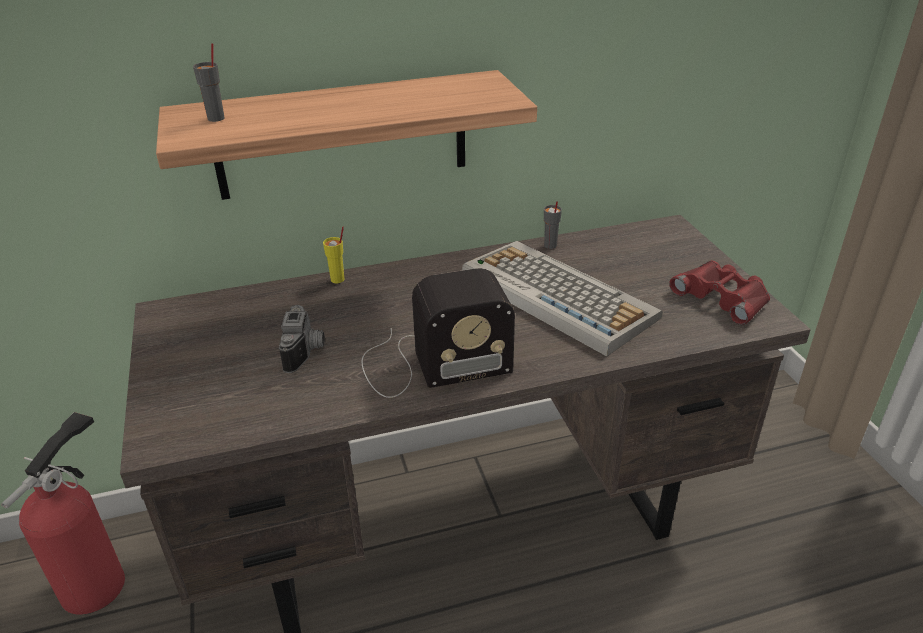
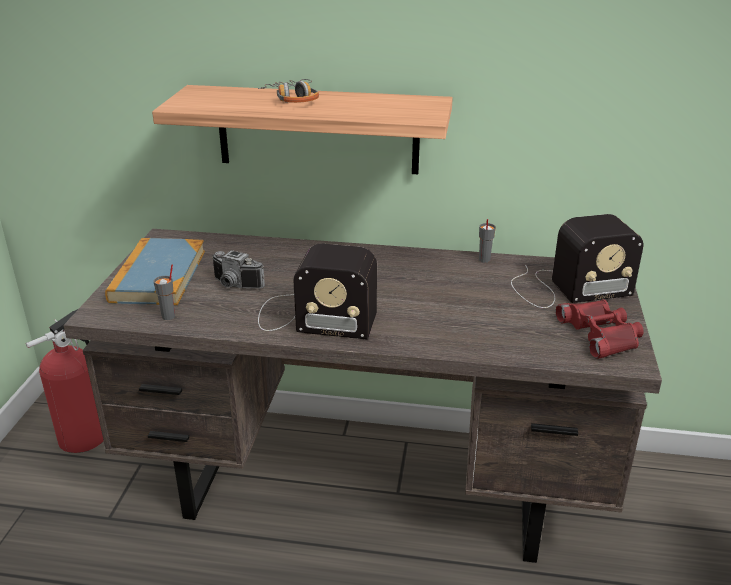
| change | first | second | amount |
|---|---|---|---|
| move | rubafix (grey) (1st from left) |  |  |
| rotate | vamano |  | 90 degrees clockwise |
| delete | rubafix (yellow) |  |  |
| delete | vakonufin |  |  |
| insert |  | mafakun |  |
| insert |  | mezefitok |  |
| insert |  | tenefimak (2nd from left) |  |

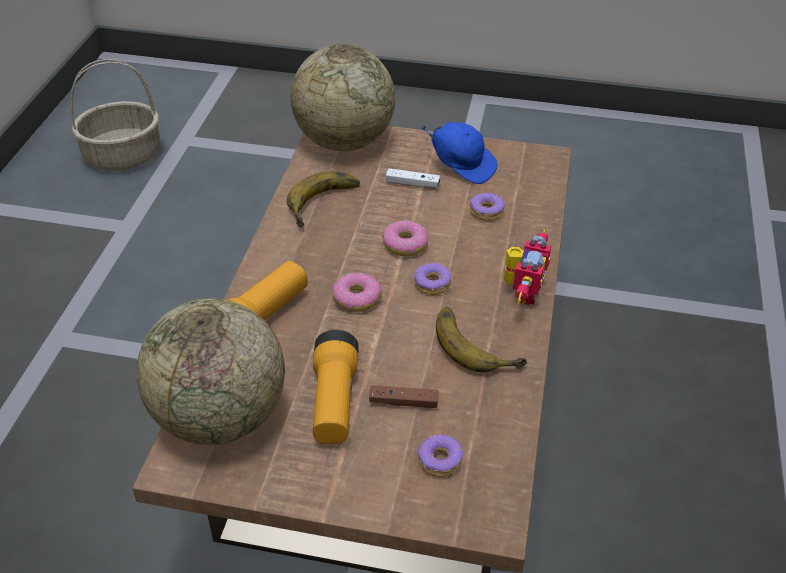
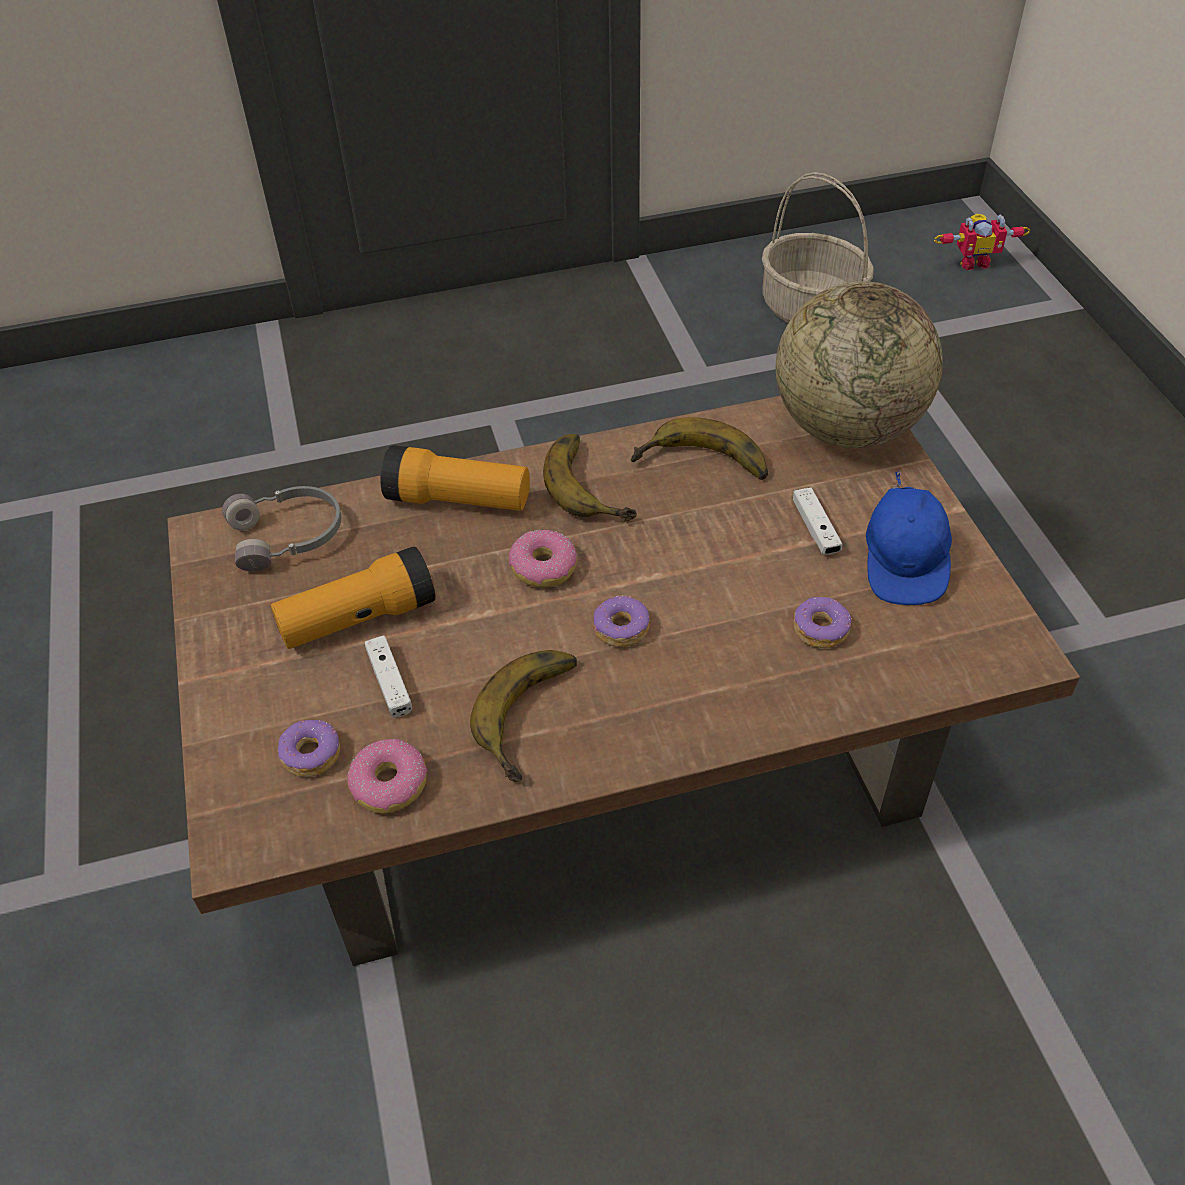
| change | first | second | amount |
|---|---|---|---|
| replace | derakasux (1st from left) | mezefitok (grey) |  |
| recolor | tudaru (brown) | tudaru (white) (1st from left) |  |
| move | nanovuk (2nd from left) |  |  |
| move | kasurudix |  |  |
| insert |  | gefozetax (2nd from left) |  |

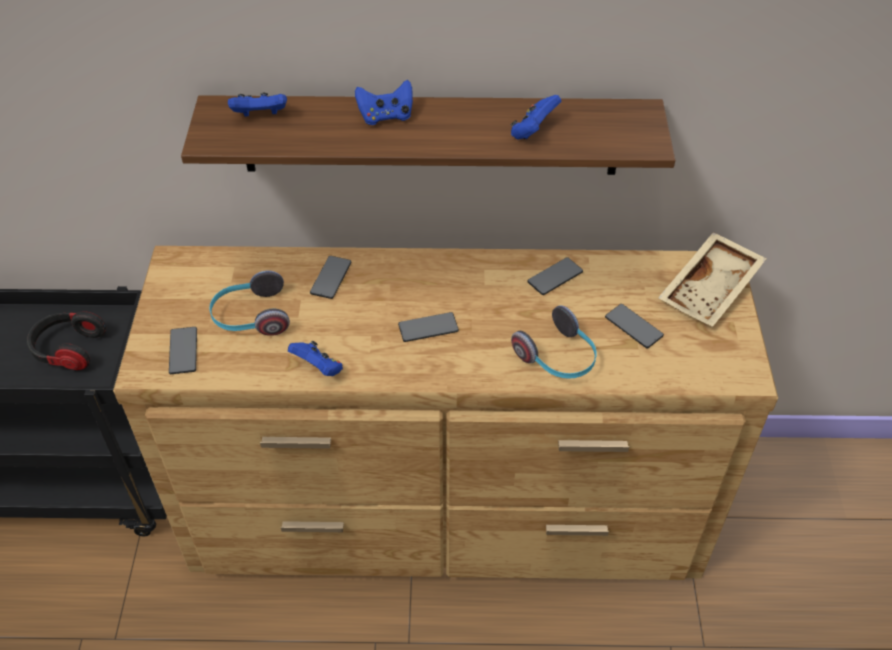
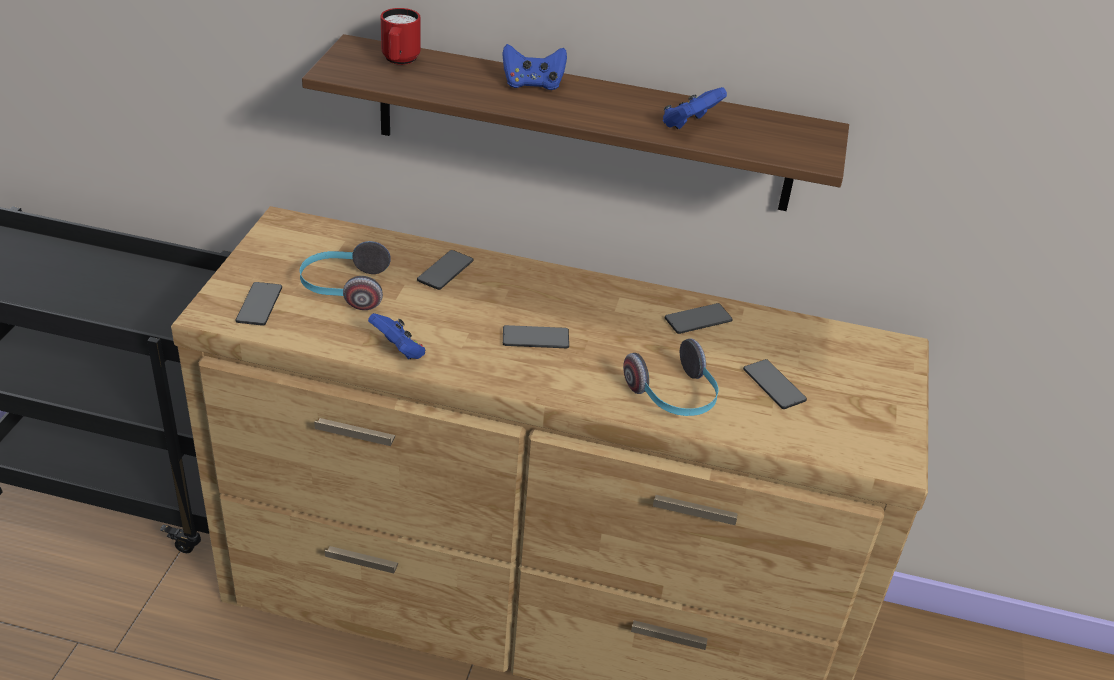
| change | first | second | amount |
|---|---|---|---|
| delete | mezefitok (1st from left) |  |  |
| replace | tudaru (blue) (1st from left) | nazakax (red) |  |
| delete | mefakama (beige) |  |  |

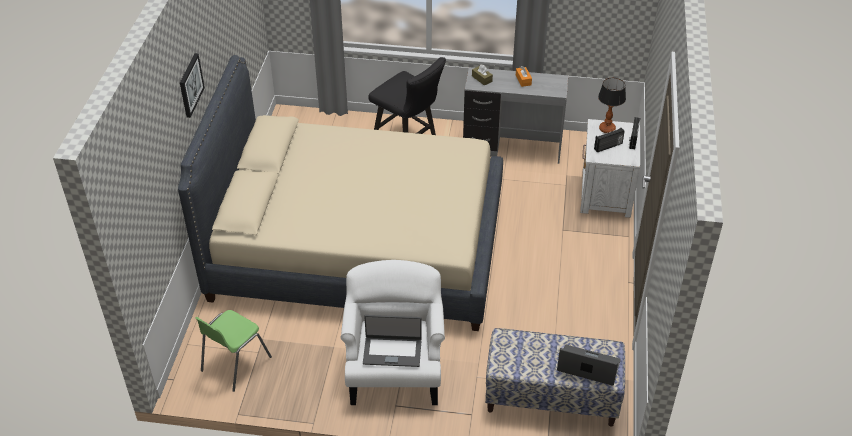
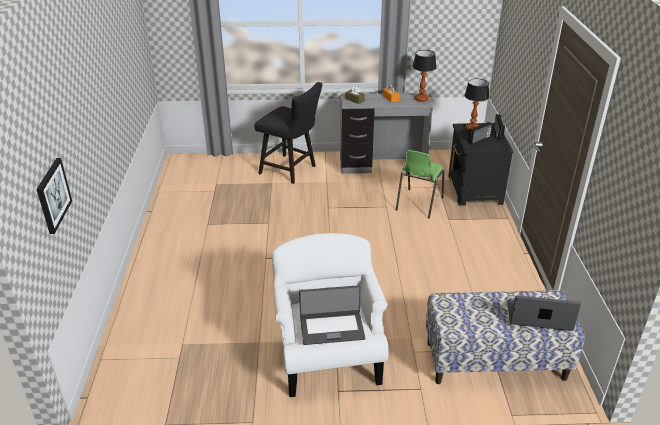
| change | first | second | amount |
|---|---|---|---|
| delete | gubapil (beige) |  |  |
| move | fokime |  |  |
| move | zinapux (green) |  |  |
| recolor | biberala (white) | biberala (black) |  |
| insert |  | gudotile (1st from left) |  |

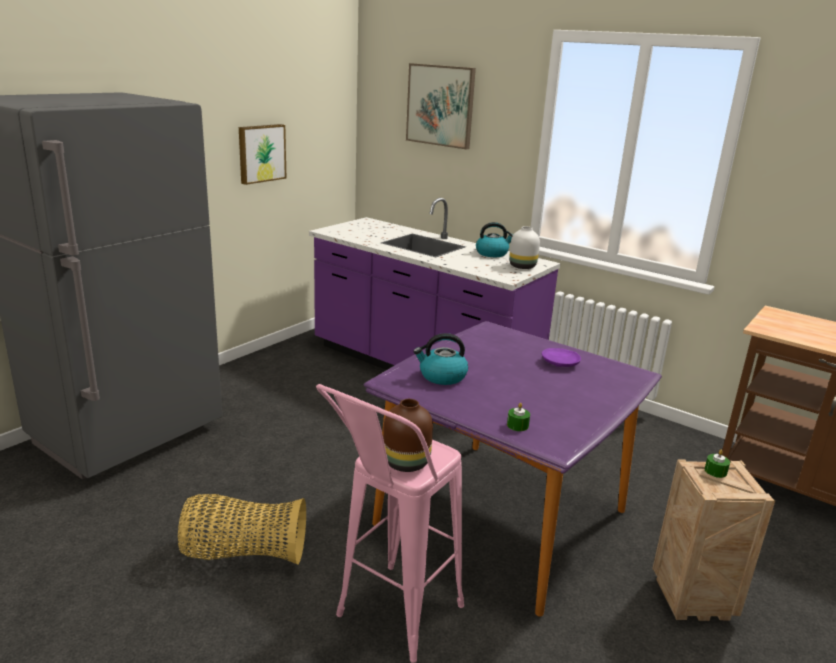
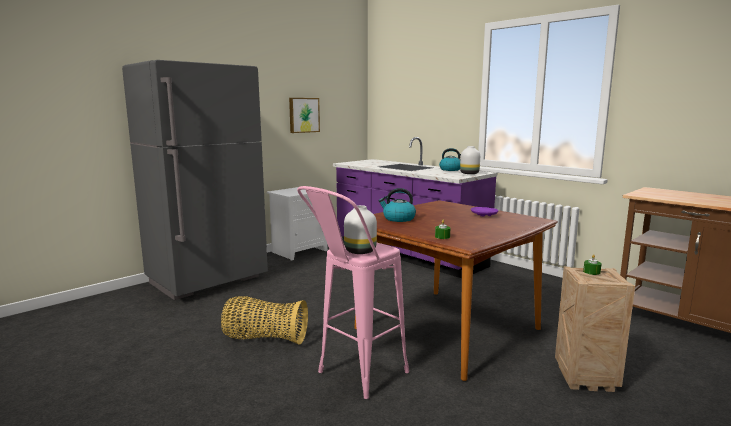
| change | first | second | amount |
|---|---|---|---|
| recolor | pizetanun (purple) | pizetanun (brown) |  |
| recolor | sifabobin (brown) | sifabobin (white) (1st from left) |  |
| delete | fokime (2nd from left) |  |  |
| insert |  | biberala (white) |  |

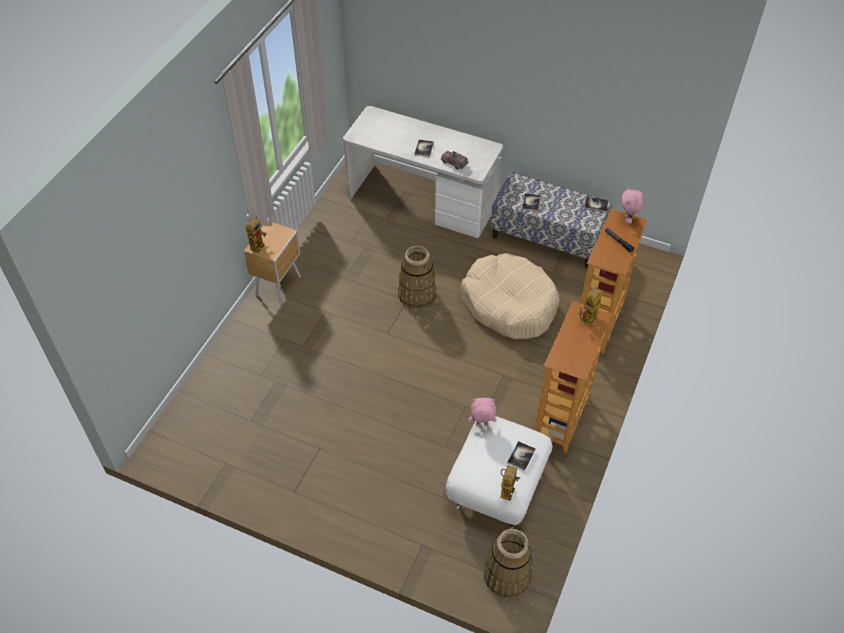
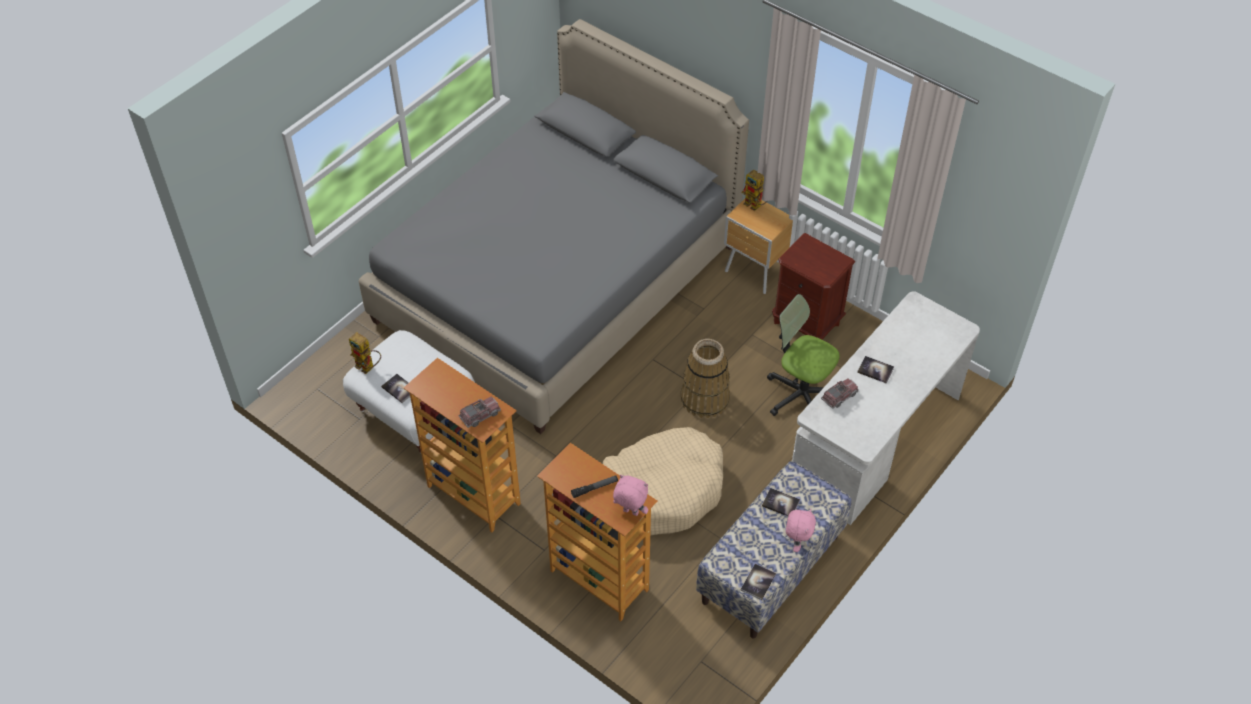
| change | first | second | amount |
|---|---|---|---|
| move | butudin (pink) (1st from left in the first image) | butudin (pink) (2nd from left) |  |
| delete | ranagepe (2nd from left) |  |  |
| replace | kasurudix (3rd from left) | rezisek (1st from left) |  |
| insert |  | gubapil (grey) |  |
| insert |  | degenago |  |
| insert |  | biberala (brown) (2nd from left) |  |

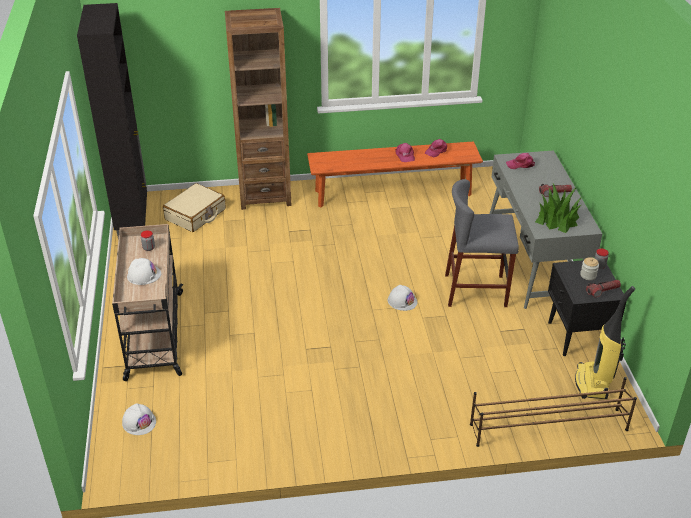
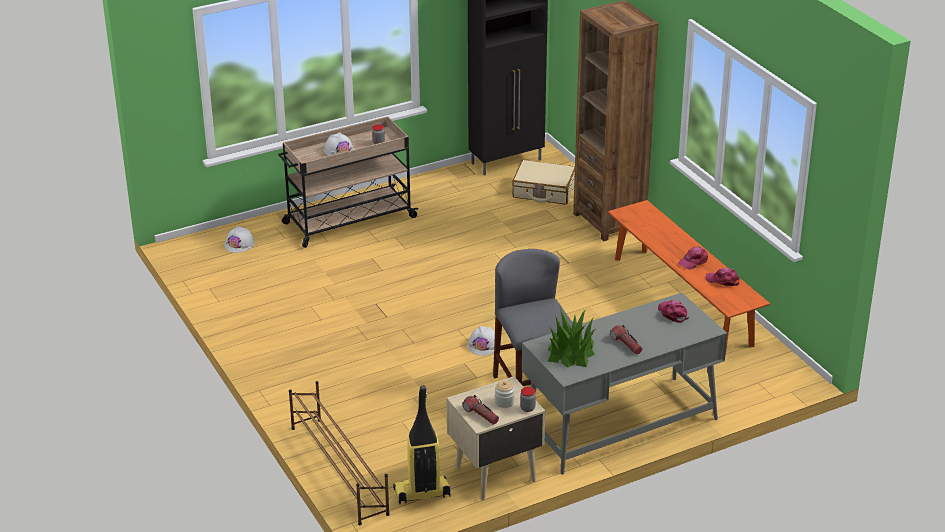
| change | first | second | amount |
|---|---|---|---|
| recolor | biberala (black) | biberala (beige) |  |

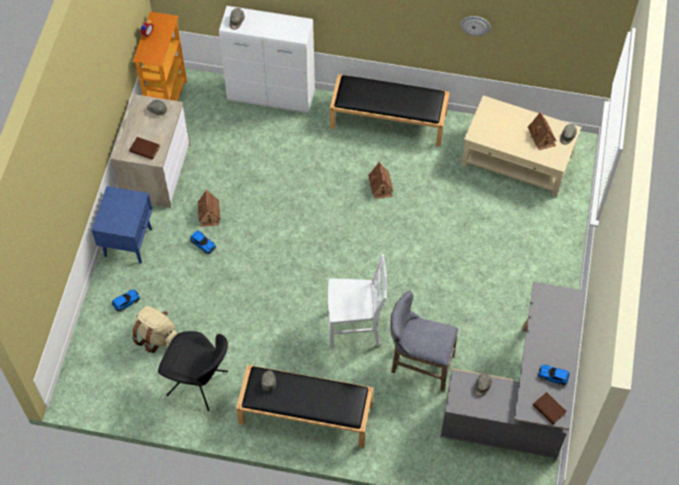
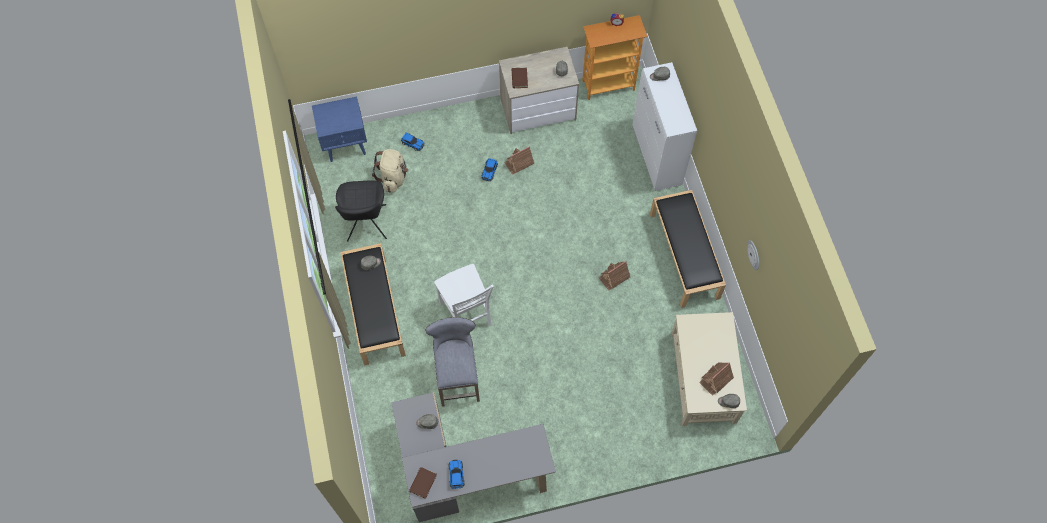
| change | first | second | amount |
|---|---|---|---|
| move | biberala (blue) |  |  |

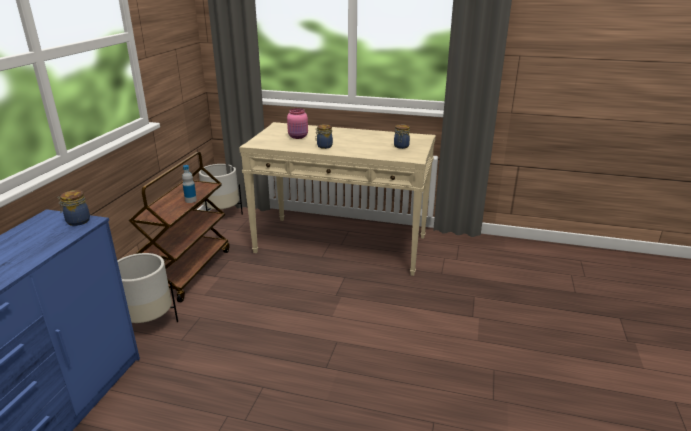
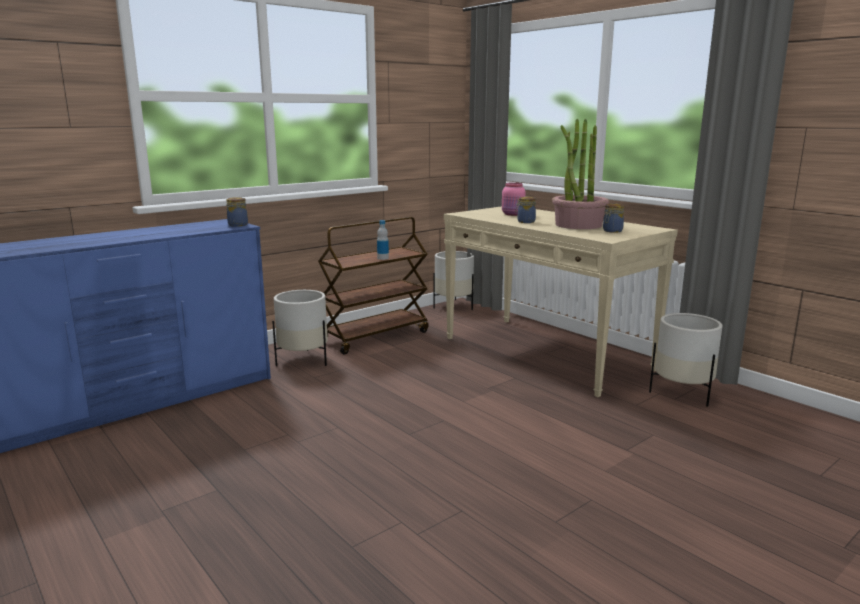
| change | first | second | amount |
|---|---|---|---|
| insert |  | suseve |  |
| insert |  | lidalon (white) (3rd from left) |  |

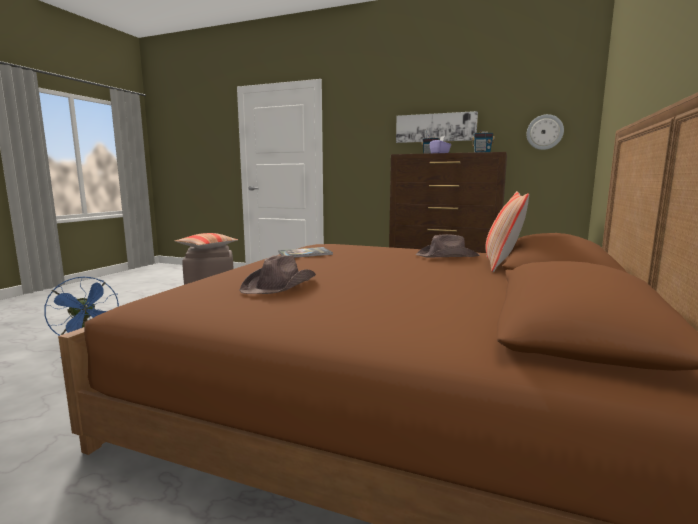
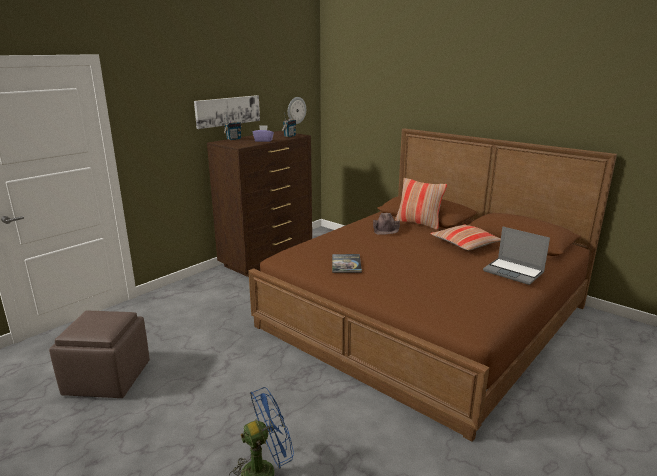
| change | first | second | amount |
|---|---|---|---|
| move | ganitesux (1st from left in the first image) | ganitesux (2nd from left) |  |
| delete | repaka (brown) (1st from left) |  |  |
| insert |  | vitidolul |  |

